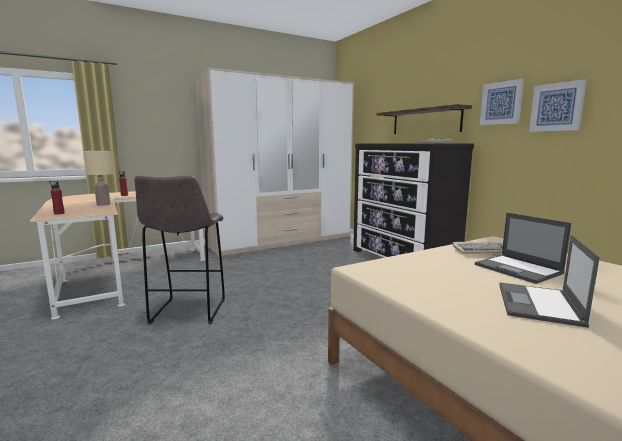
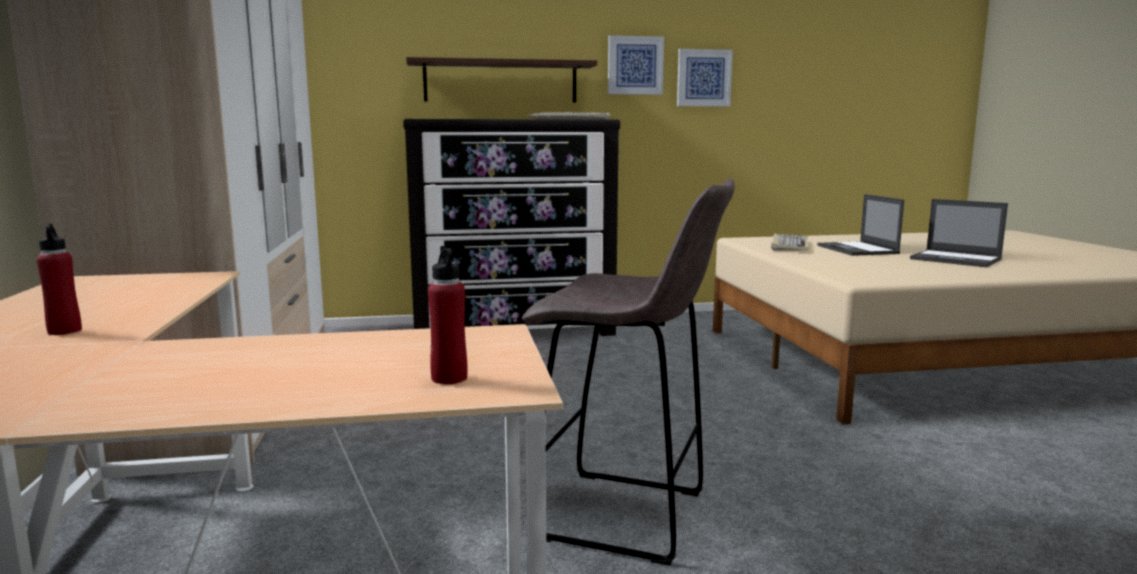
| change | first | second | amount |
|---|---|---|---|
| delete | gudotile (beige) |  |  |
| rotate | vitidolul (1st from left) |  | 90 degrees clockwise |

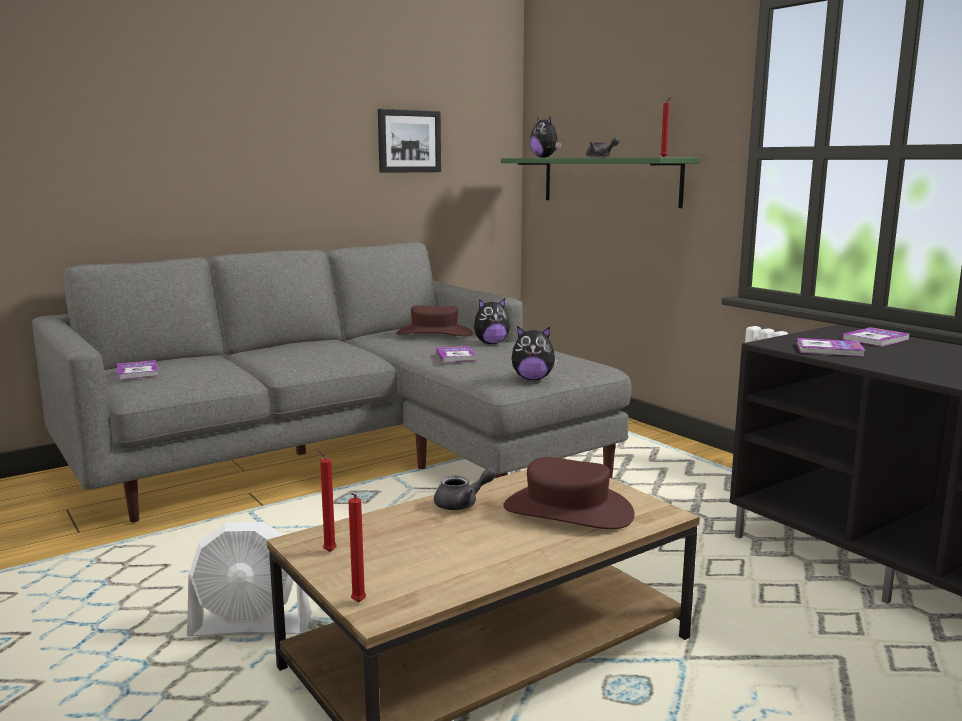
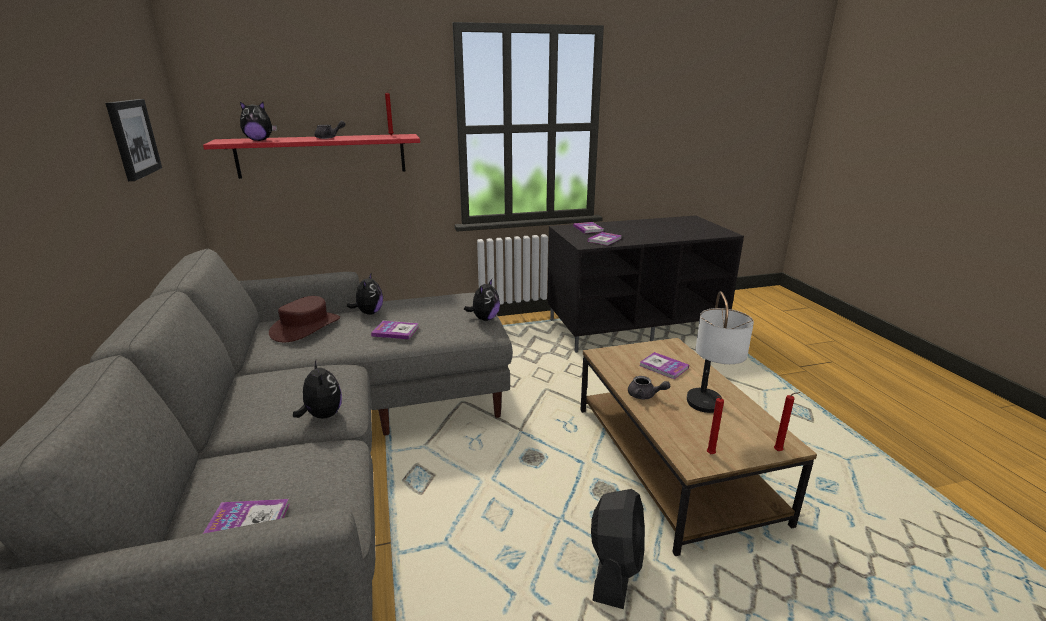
| change | first | second | amount |
|---|---|---|---|
| recolor | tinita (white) | tinita (black) |  |
| rotate | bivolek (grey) (1st from left in the first image) | bivolek (grey) (2nd from left) | 120 degrees clockwise |
| recolor | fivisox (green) | fivisox (red) |  |
| replace | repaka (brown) (2nd from left) | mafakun (5th from left) |  |
| insert |  | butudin (2nd from left) |  |
| insert |  | gudotile |  |

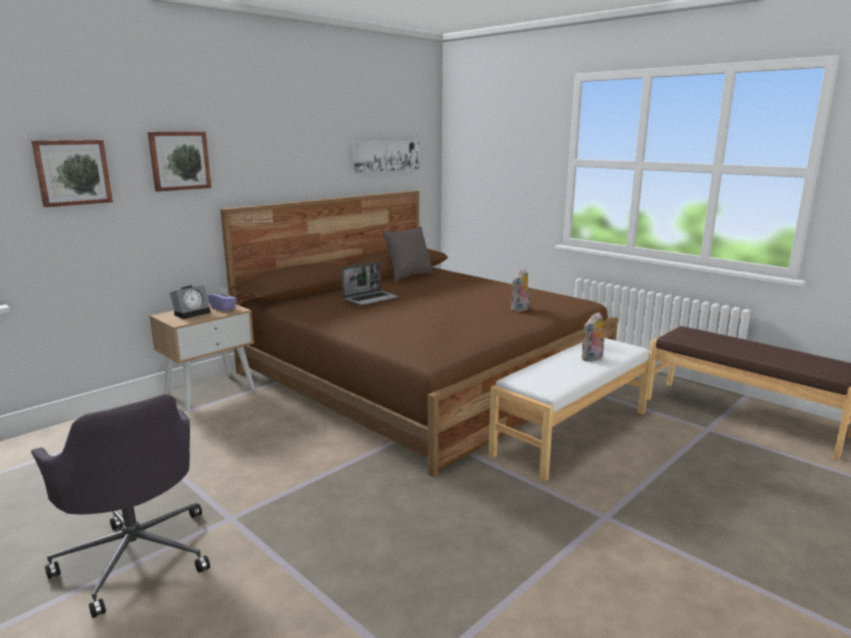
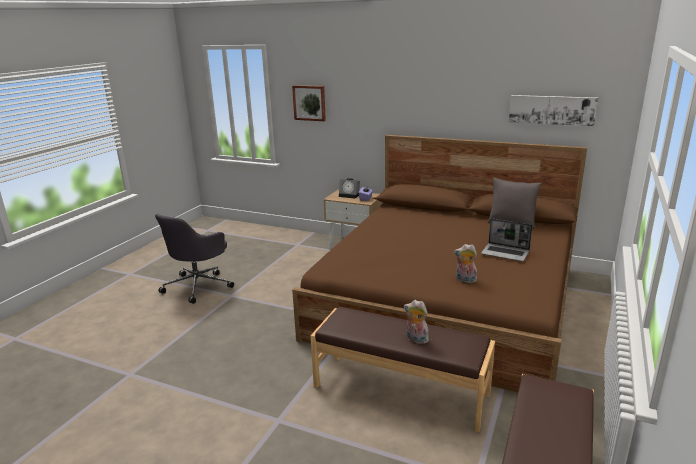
| change | first | second | amount |
|---|---|---|---|
| delete | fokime (2nd from left) |  |  |
| move | vitidolul |  |  |
| recolor | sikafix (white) | sikafix (brown) (1st from left) |  |

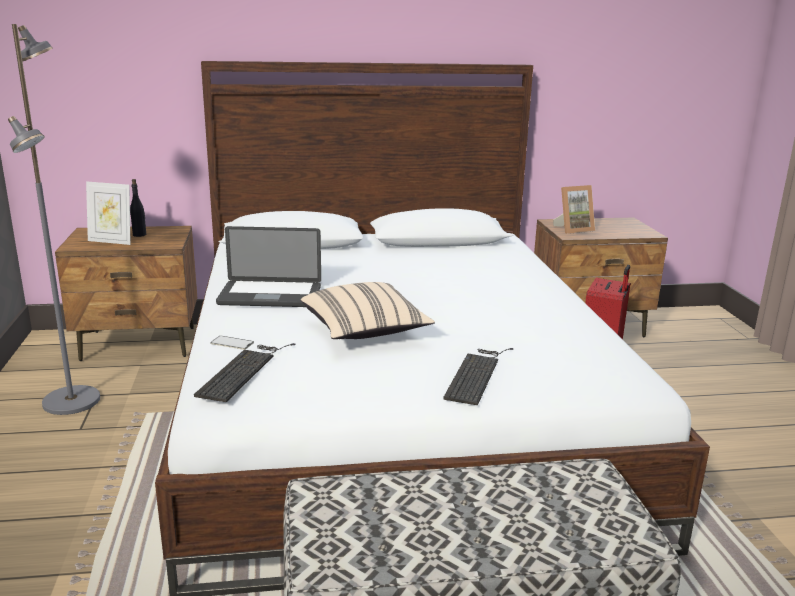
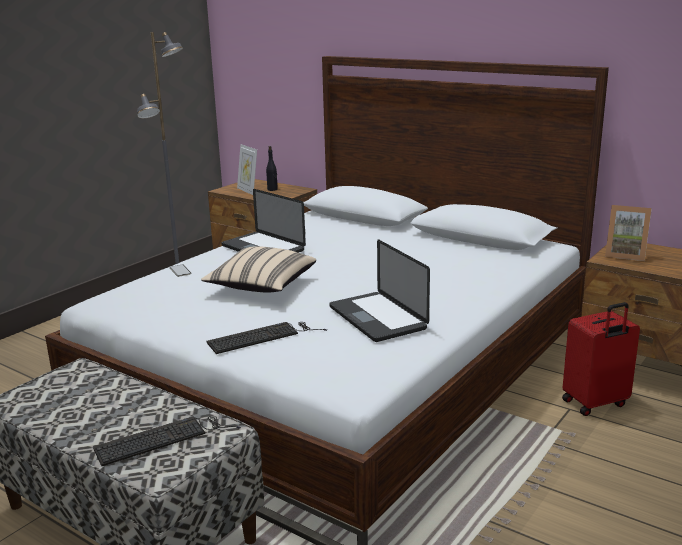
| change | first | second | amount |
|---|---|---|---|
| move | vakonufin (1st from left) |  |  |
| insert |  | vitidolul (2nd from left) |  |

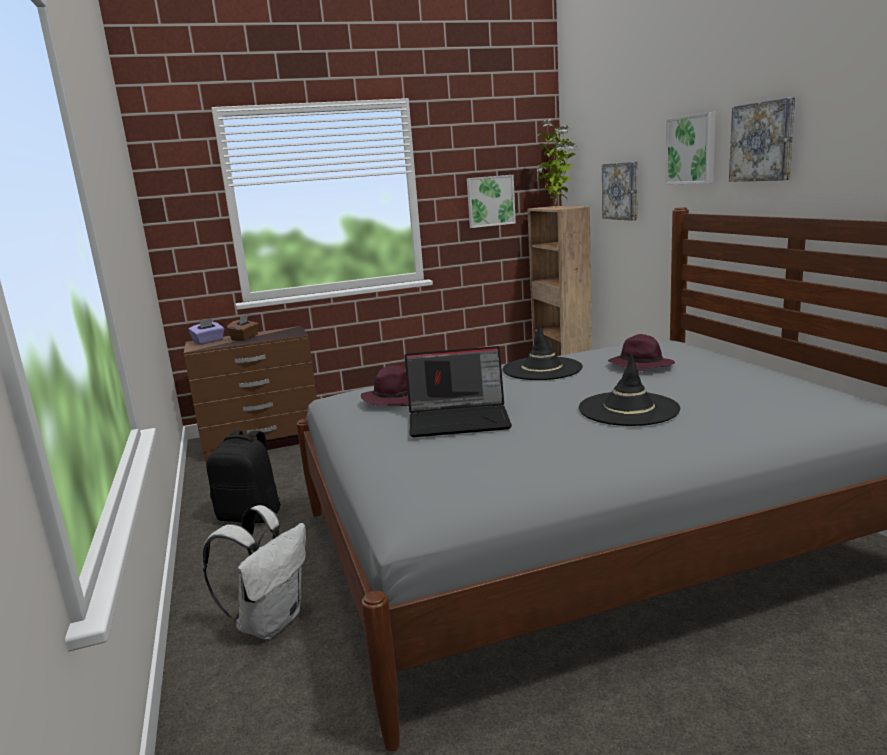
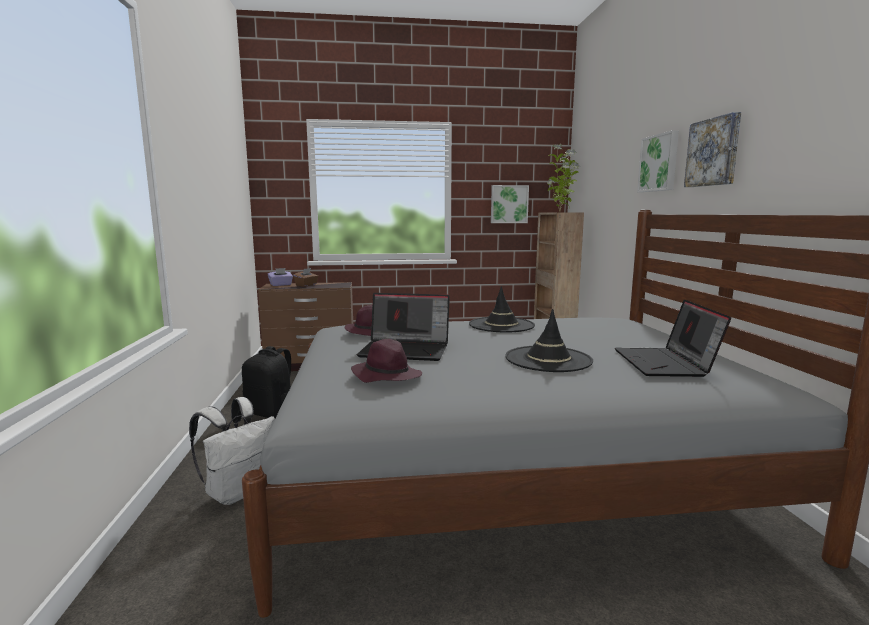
| change | first | second | amount |
|---|---|---|---|
| delete | fokime (2nd from left) |  |  |
| move | repaka (purple) (2nd from left) |  |  |
| insert |  | vitidolul (2nd from left) |  |

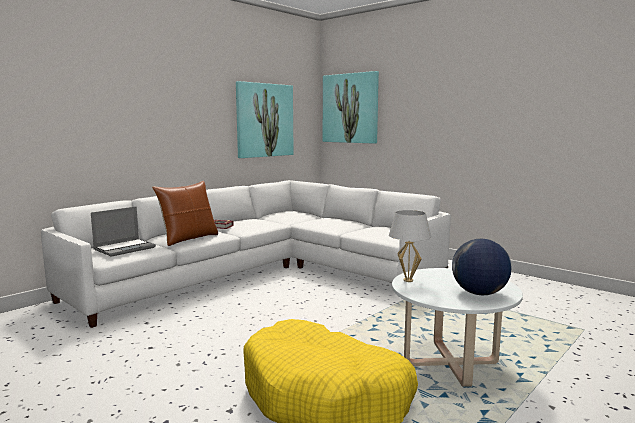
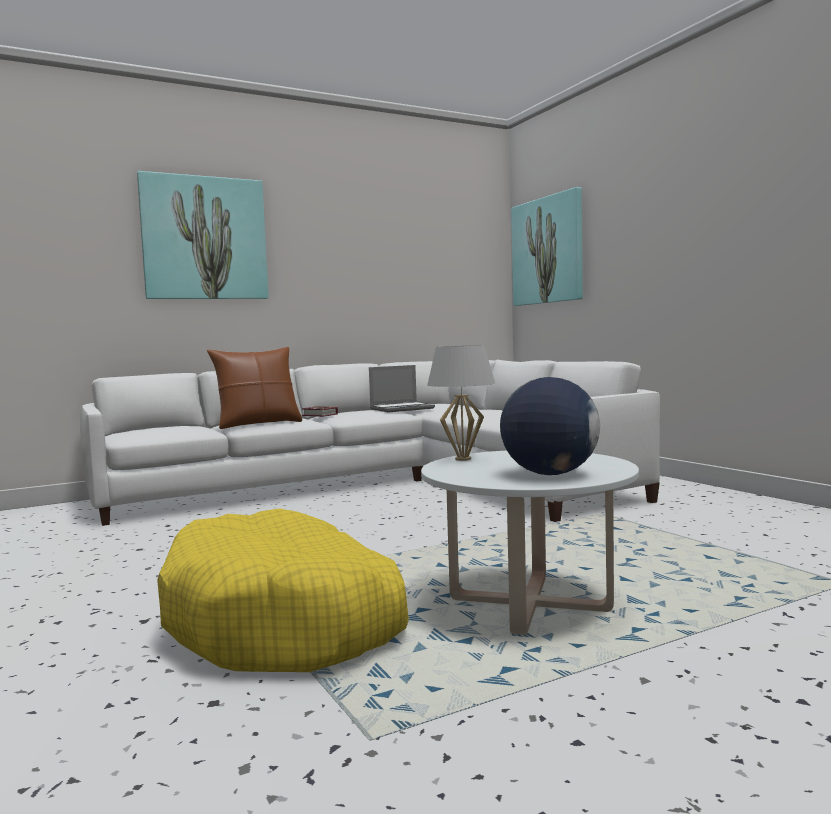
| change | first | second | amount |
|---|---|---|---|
| move | vitidolul |  |  |
| move | fokime (1st from left) |  |  |

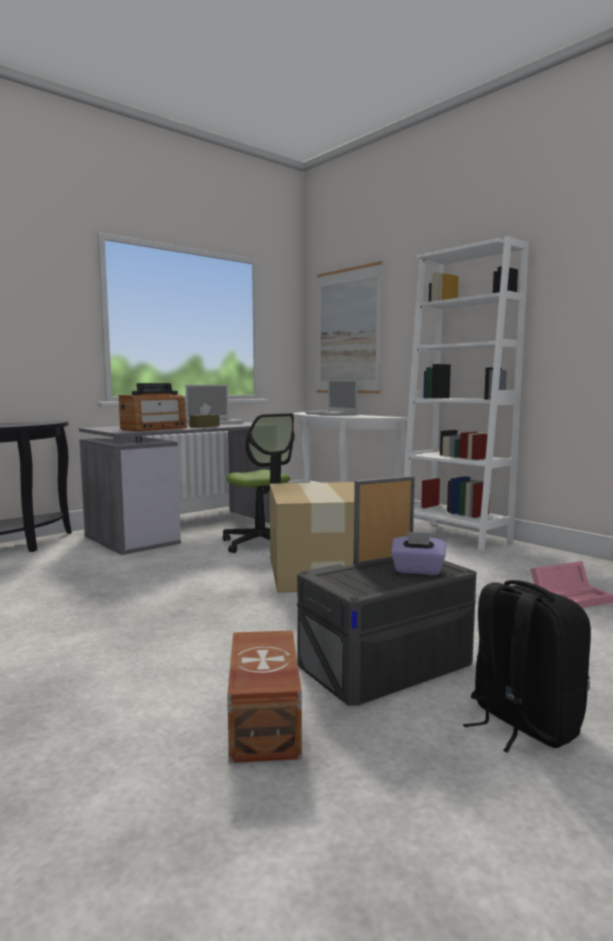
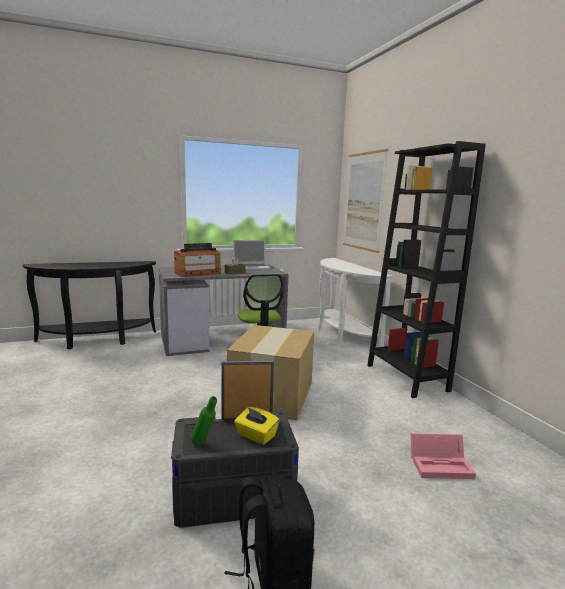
| change | first | second | amount |
|---|---|---|---|
| delete | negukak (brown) |  |  |
| delete | vitidolul (2nd from left) |  |  |
| recolor | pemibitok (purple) | pemibitok (yellow) |  |
| recolor | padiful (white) | padiful (black) |  |
| insert |  | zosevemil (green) |  |

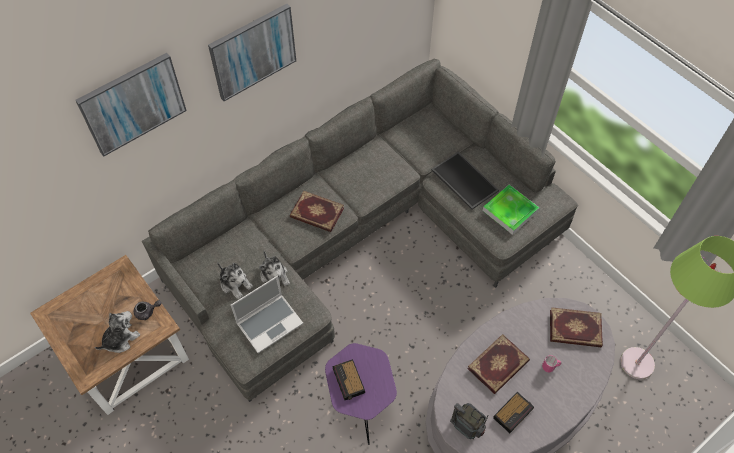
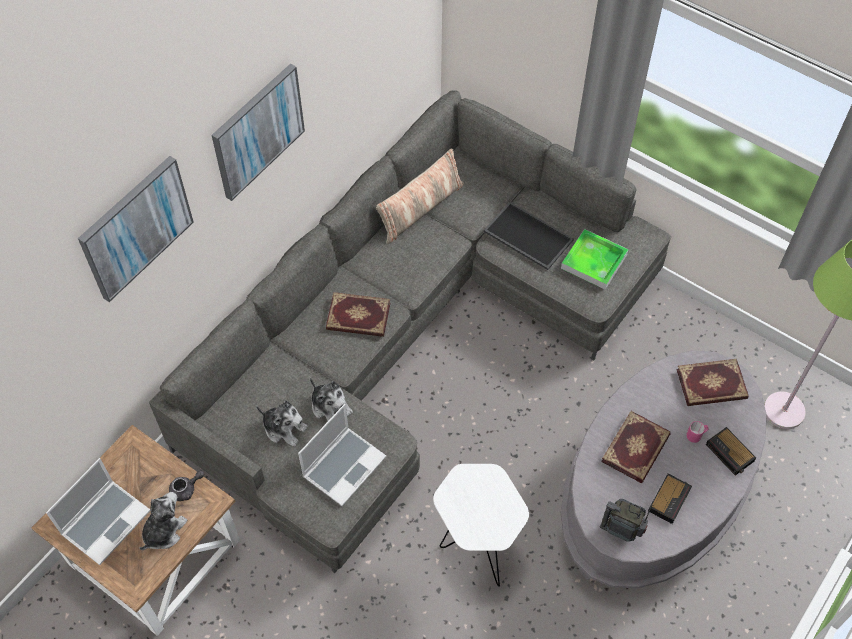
| change | first | second | amount |
|---|---|---|---|
| recolor | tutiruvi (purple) | tutiruvi (white) |  |
| move | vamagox (1st from left in the first image) | vamagox (2nd from left) |  |
| insert |  | vitidolul (1st from left) |  |
| insert |  | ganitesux |  |

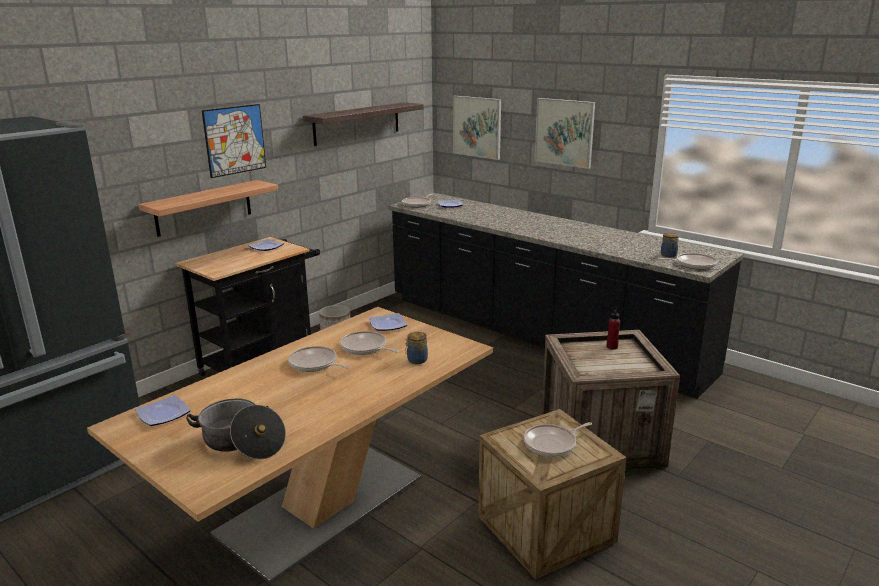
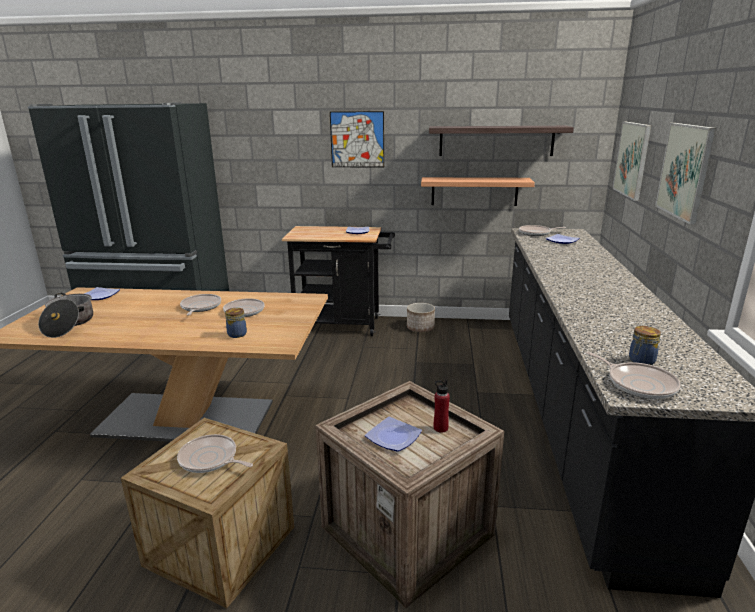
| change | first | second | amount |
|---|---|---|---|
| move | fivisox (1st from left) |  |  |
| move | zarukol (3rd from left) |  |  |

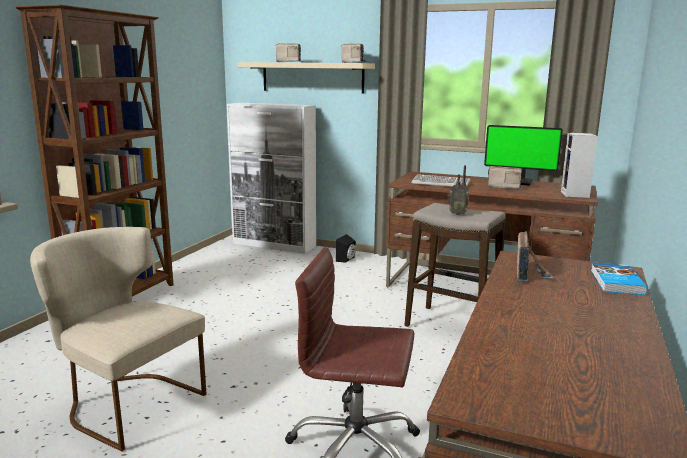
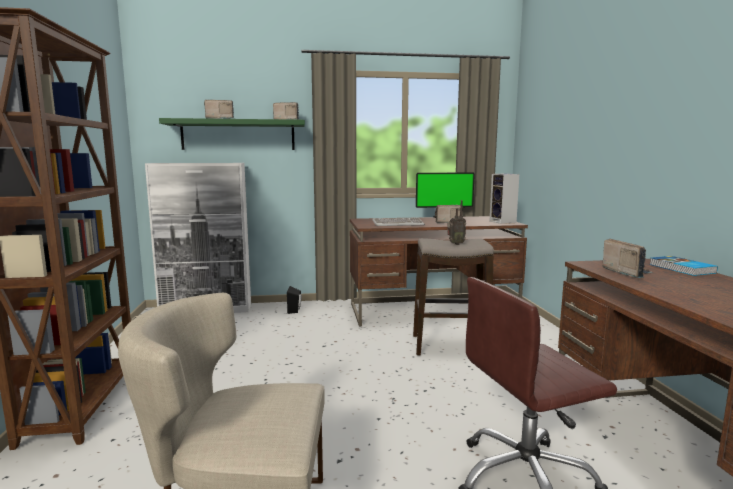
| change | first | second | amount |
|---|---|---|---|
| recolor | fivisox (beige) | fivisox (green) |  |

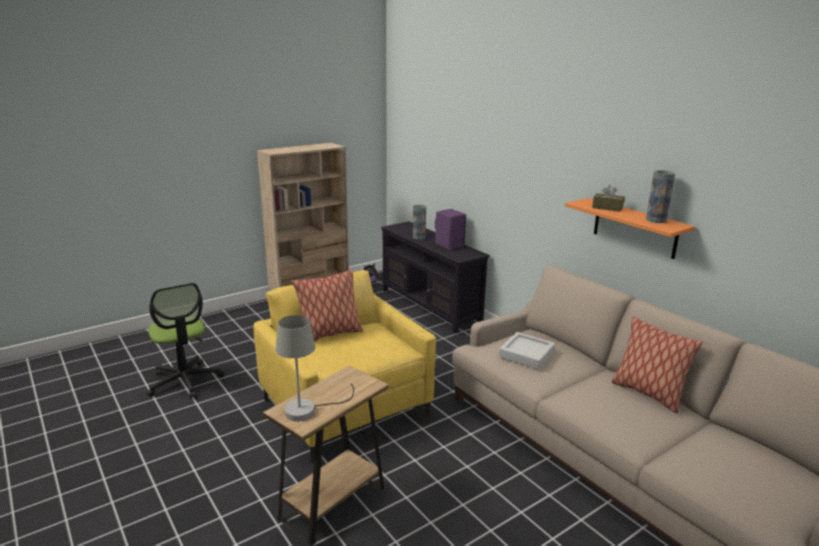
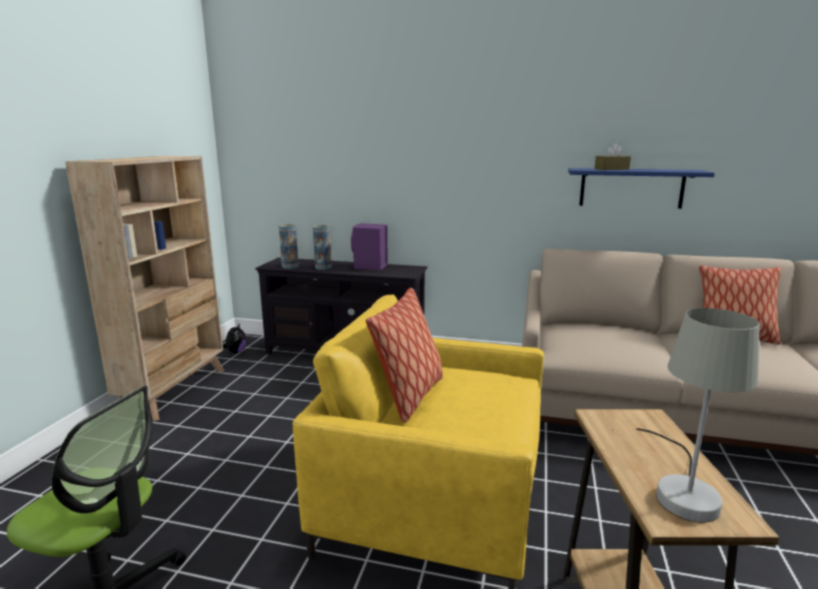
| change | first | second | amount |
|---|---|---|---|
| delete | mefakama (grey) |  |  |
| recolor | fivisox (orange) | fivisox (blue) |  |
| move | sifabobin (2nd from left in the first image) | sifabobin (1st from left) |  |

